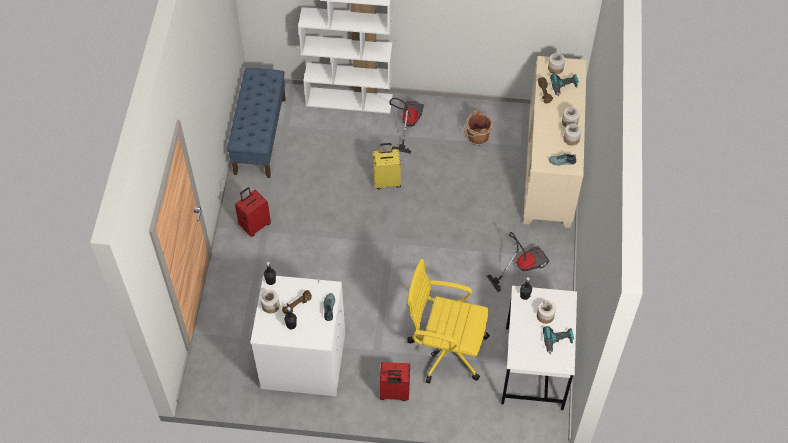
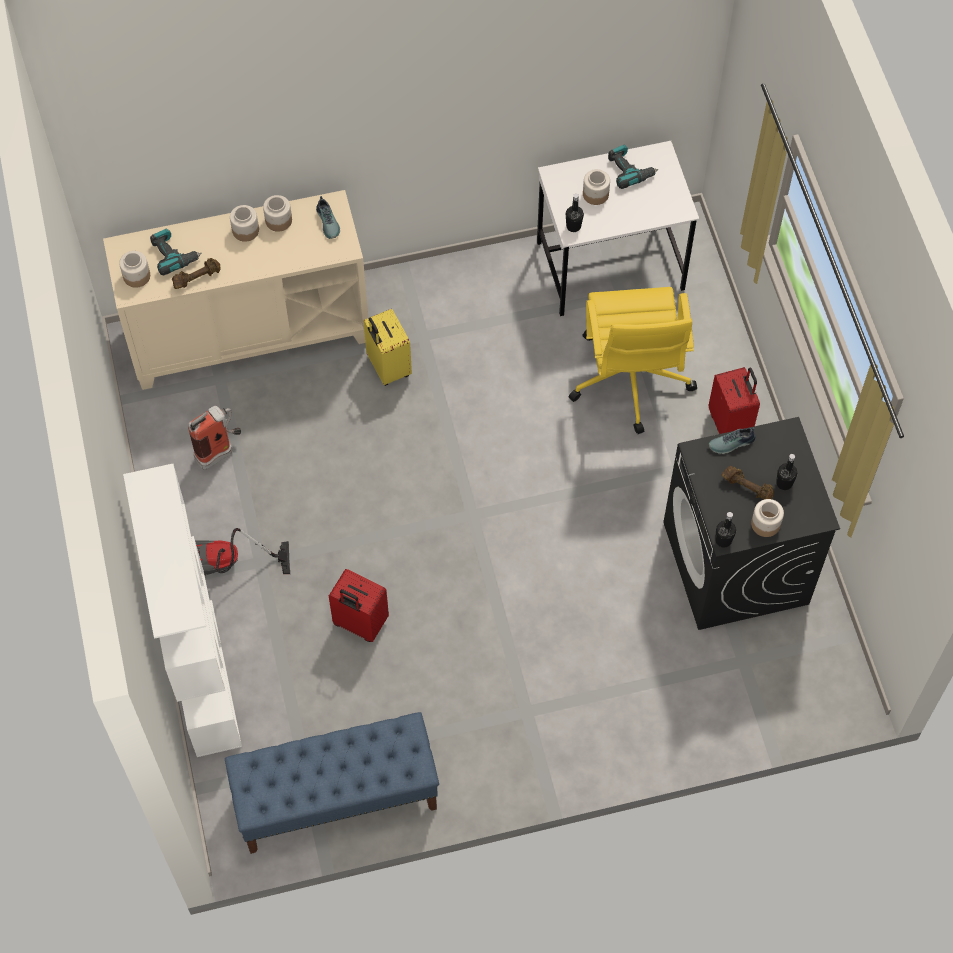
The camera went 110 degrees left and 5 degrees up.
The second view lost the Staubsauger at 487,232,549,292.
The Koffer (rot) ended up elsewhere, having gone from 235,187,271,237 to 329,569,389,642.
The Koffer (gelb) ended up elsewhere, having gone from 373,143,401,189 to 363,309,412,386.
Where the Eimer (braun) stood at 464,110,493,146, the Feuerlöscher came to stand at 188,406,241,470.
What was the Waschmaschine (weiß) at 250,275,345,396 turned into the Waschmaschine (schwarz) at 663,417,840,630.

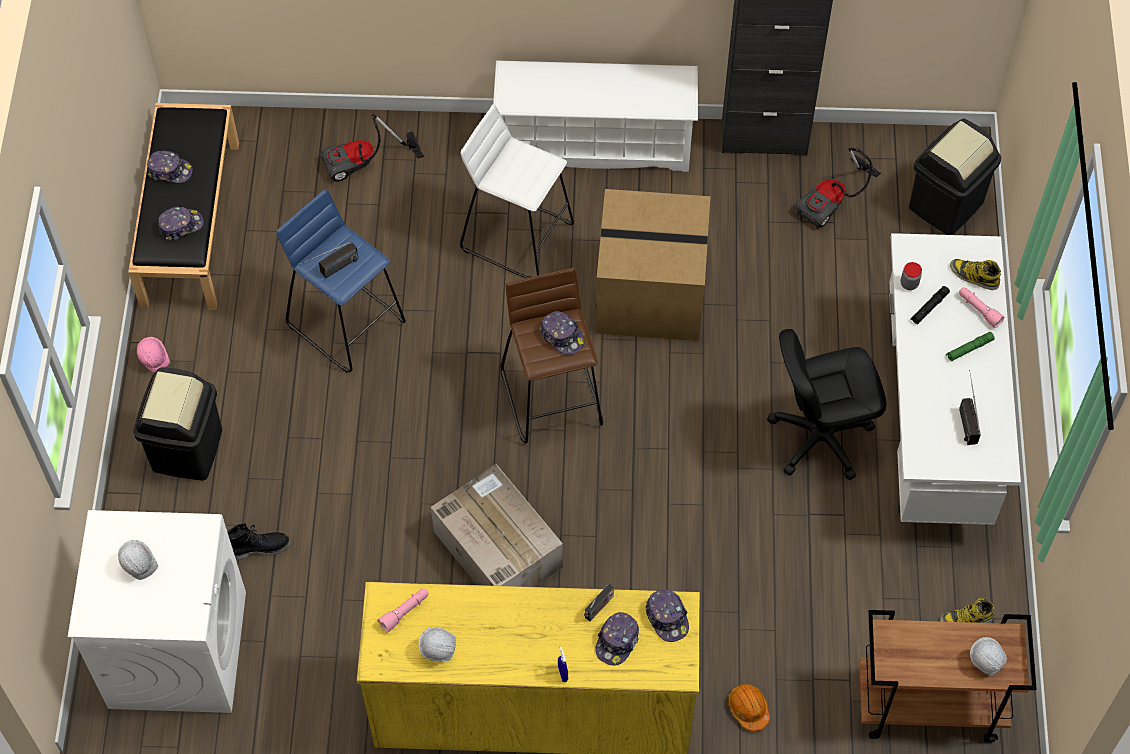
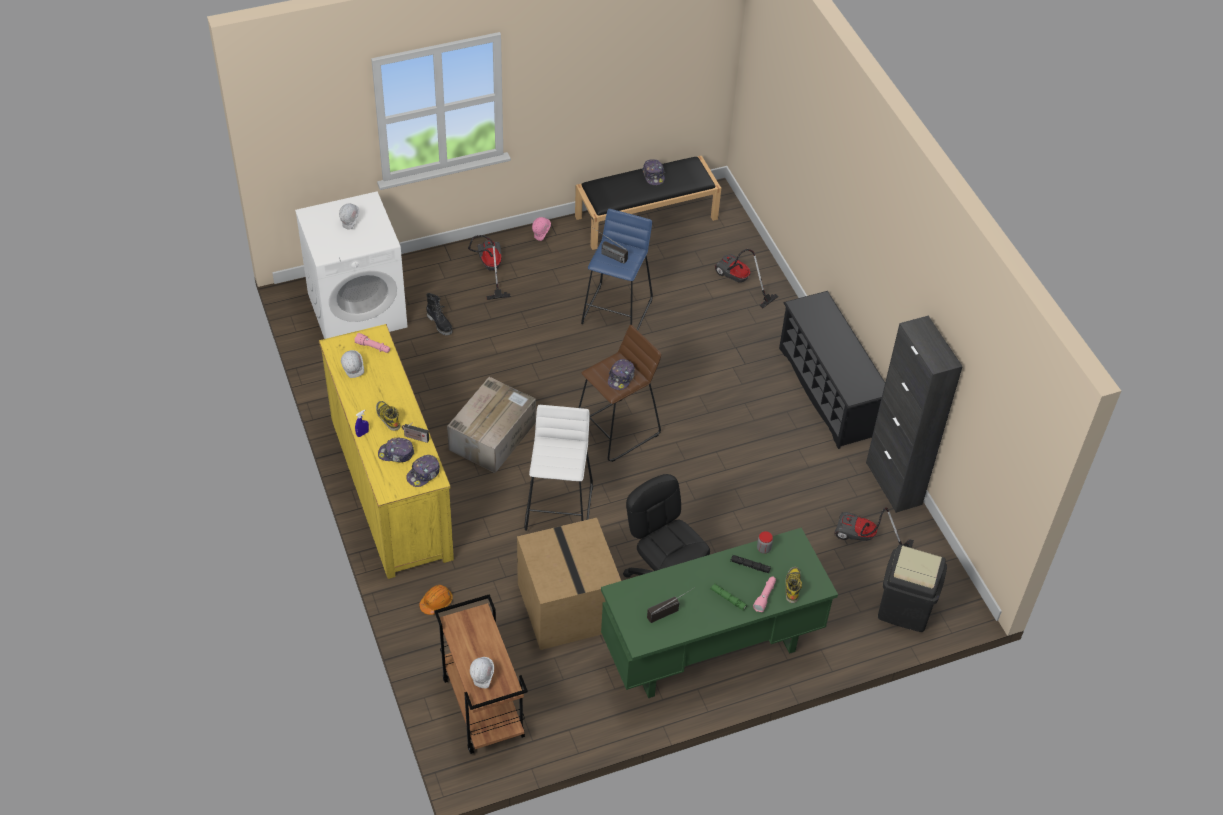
The camera went 65 degrees right and 10 degrees down.
The second view lost the Kappe at 158,206,204,241.
The Hocker (weiß) ended up elsewhere, having gone from 460,104,574,278 to 524,405,593,531.
The Karton ended up elsewhere, having gone from 595,189,710,341 to 517,518,621,650.
The Stiefel ended up elsewhere, having gone from 940,598,994,623 to 376,401,400,431.
Where the Mülleimer (schwarz) stood at 133,367,222,481, the Staubsauger came to stand at 468,235,511,300.
What was the Schuhregal (weiß) at 493,61,698,172 turned into the Schuhregal (schwarz) at 779,291,885,449.
What was the Schreibtisch (weiß) at 889,233,1021,525 turned into the Schreibtisch (grün) at 601,528,838,698.

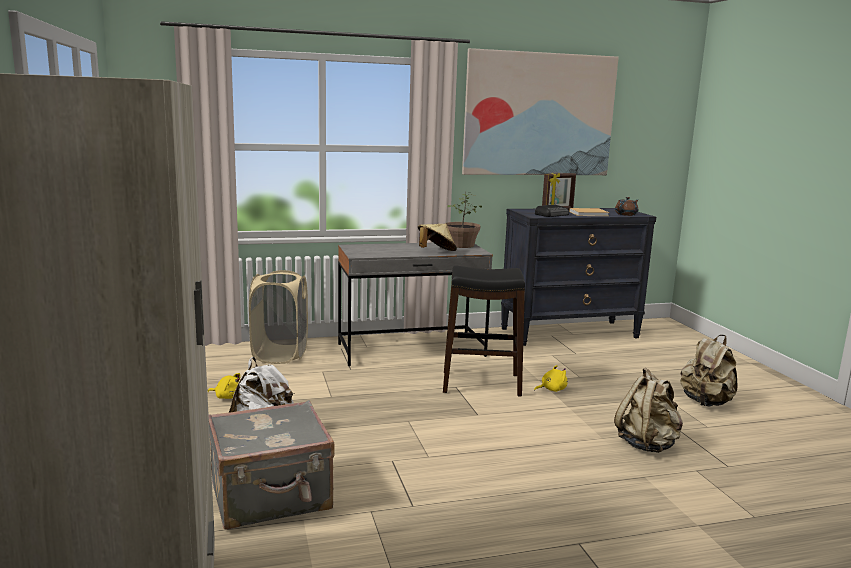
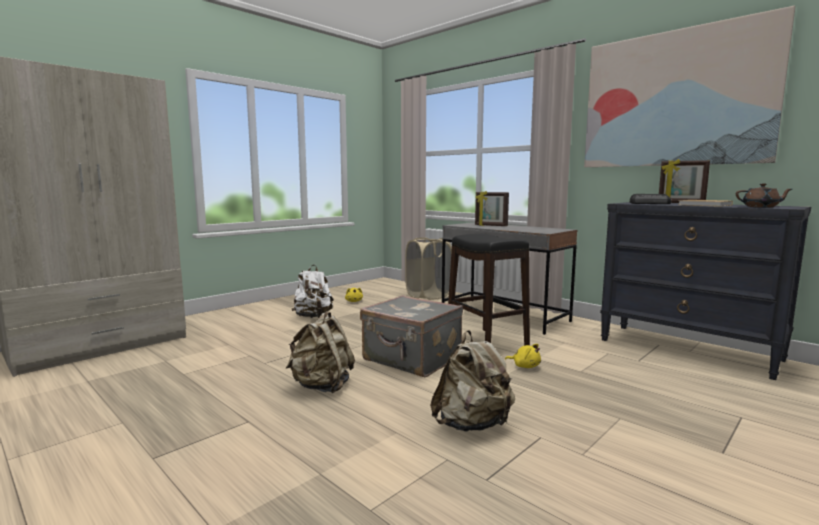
The camera went 60 degrees right and 5 degrees down.
The second view lost the Hut (beige) at 418,224,457,251.
The second view lost the Topfpflanze at 445,191,482,248.
The second view gained the Bilderrahmen at 475,191,509,226.
The Koffer (grau) ended up elsewhere, having gone from 208,400,335,530 to 360,295,463,377.
The Rucksack (beige) ended up elsewhere, having gone from 680,335,737,407 to 286,311,355,393.

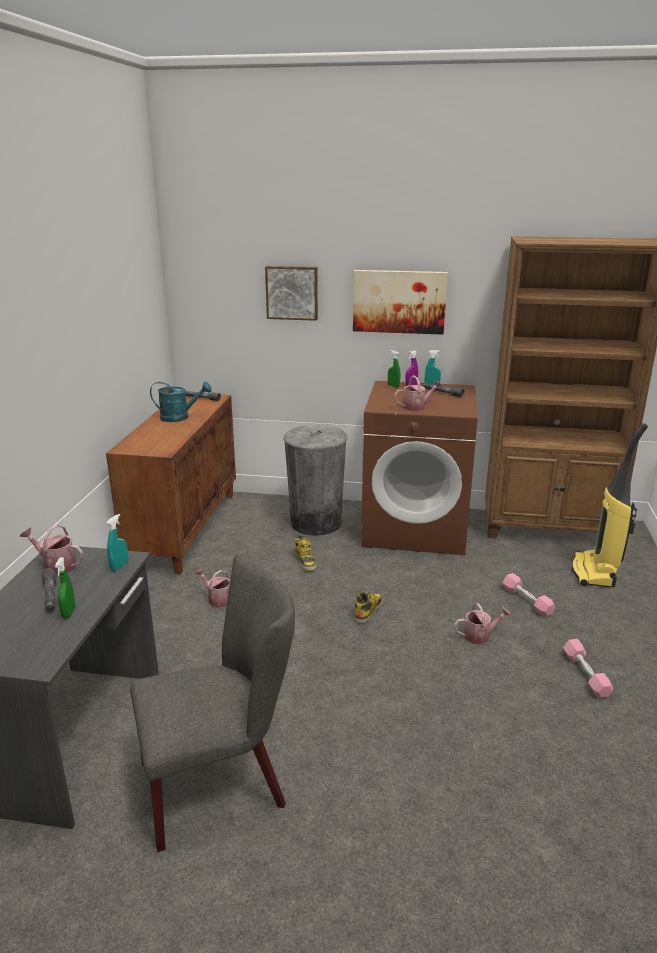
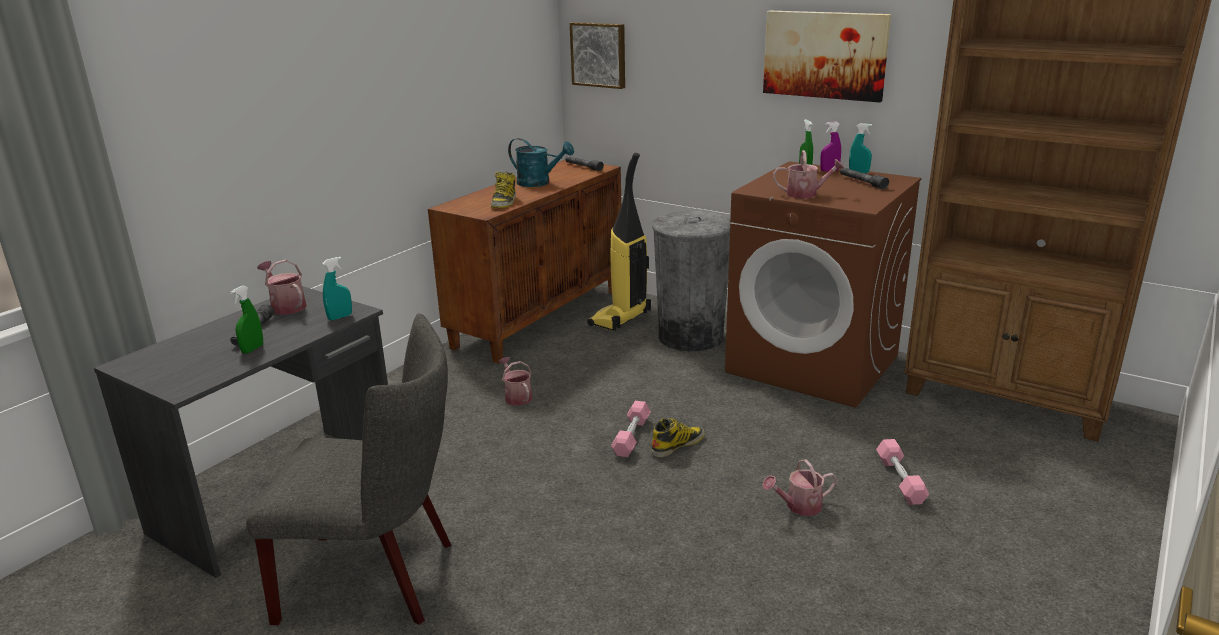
The camera went 25 degrees right and 0 degrees up.
The Bild ended up elsewhere, having gone from 265,266,318,321 to 570,22,625,89.
The Stiefel ended up elsewhere, having gone from 294,536,317,571 to 491,172,516,208.
The Hantel (rosa) ended up elsewhere, having gone from 563,639,613,698 to 611,401,651,457.
The Staubsauger ended up elsewhere, having gone from 572,423,648,587 to 587,153,651,331.
The Gießkanne at 454,603,511,644 ended up facing another way, 150 degrees clockwise from before.

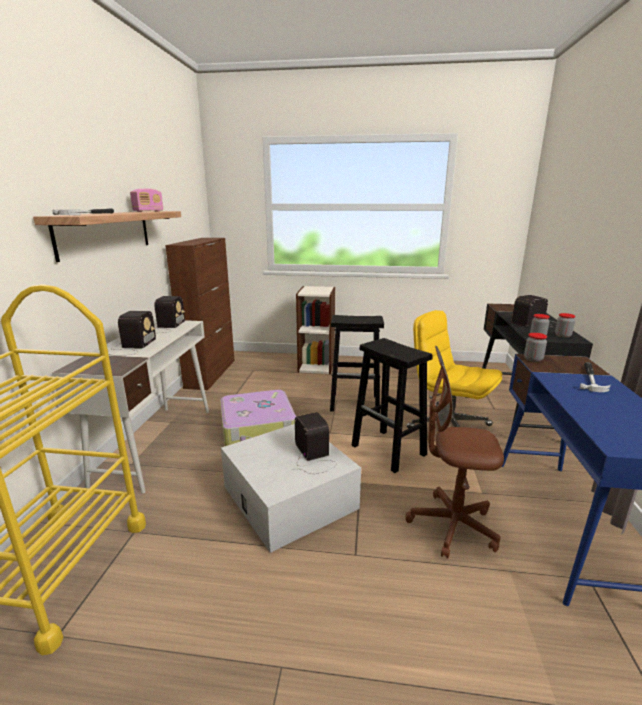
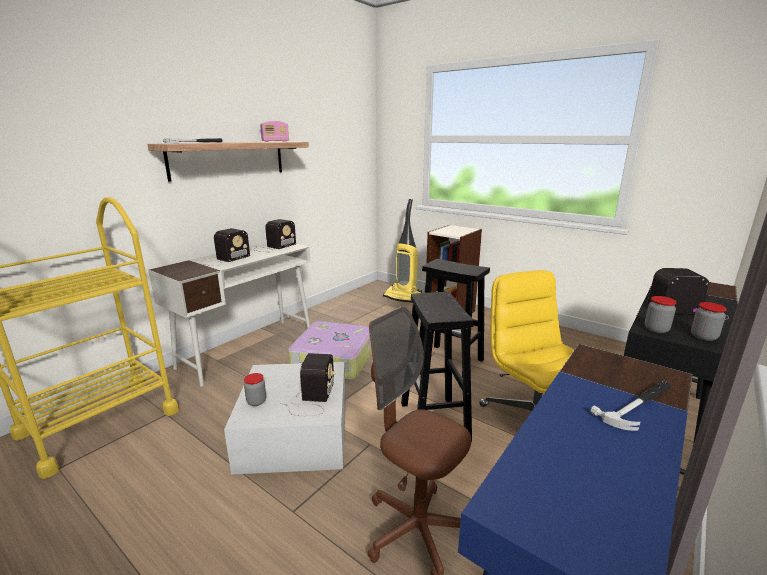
The camera went 30 degrees right and 0 degrees up.
The second view lost the Schrank (braun) at 165,238,235,390.
The second view gained the Staubsauger at 383,199,422,303.
The Vorratsglas ended up elsewhere, having gone from 524,333,547,362 to 244,373,266,406.

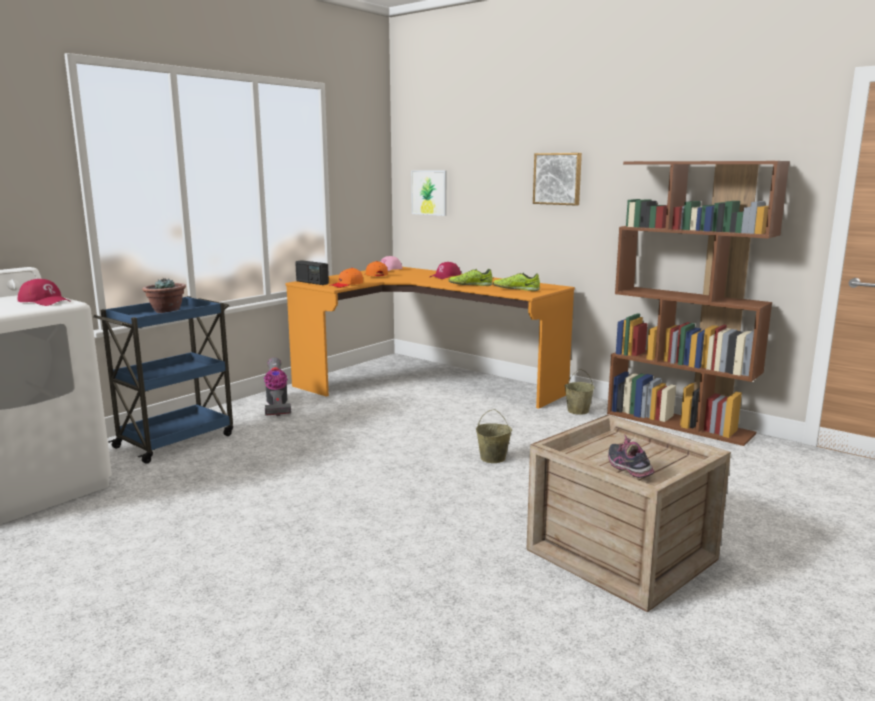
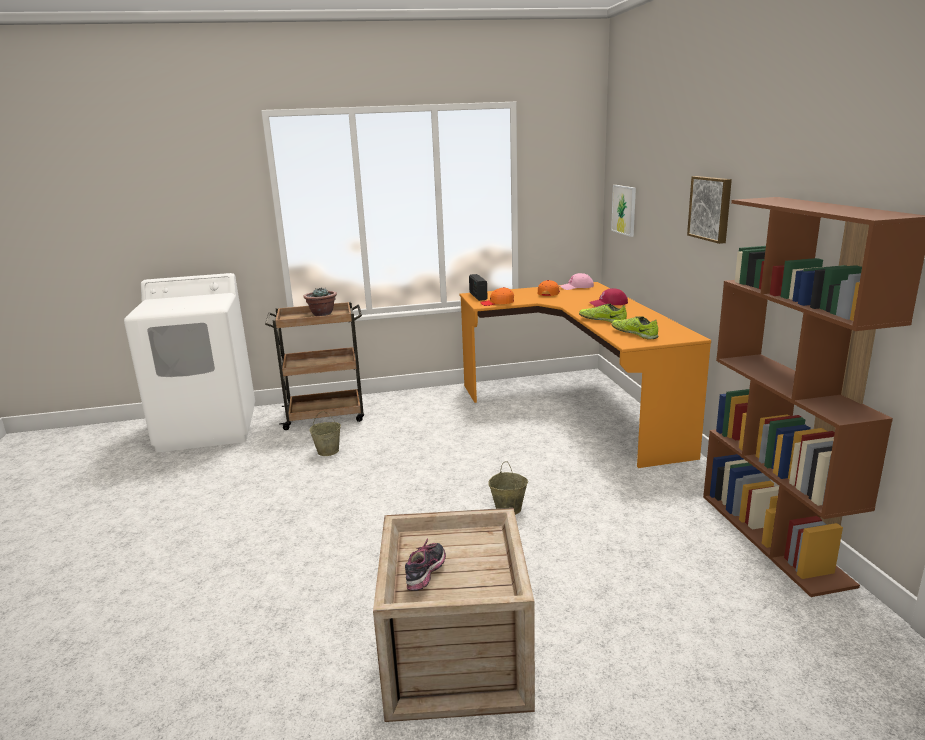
The camera went 40 degrees right and 5 degrees up.
The second view lost the Kappe (rot) at 17,279,71,306.
The second view lost the Staubsauger at 264,358,291,416.
The Eimer (beige) ended up elsewhere, having gone from 565,369,595,415 to 309,411,341,456.
What was the Rollwagen (blau) at 93,296,233,464 turned into the Rollwagen (braun) at 265,302,364,430.

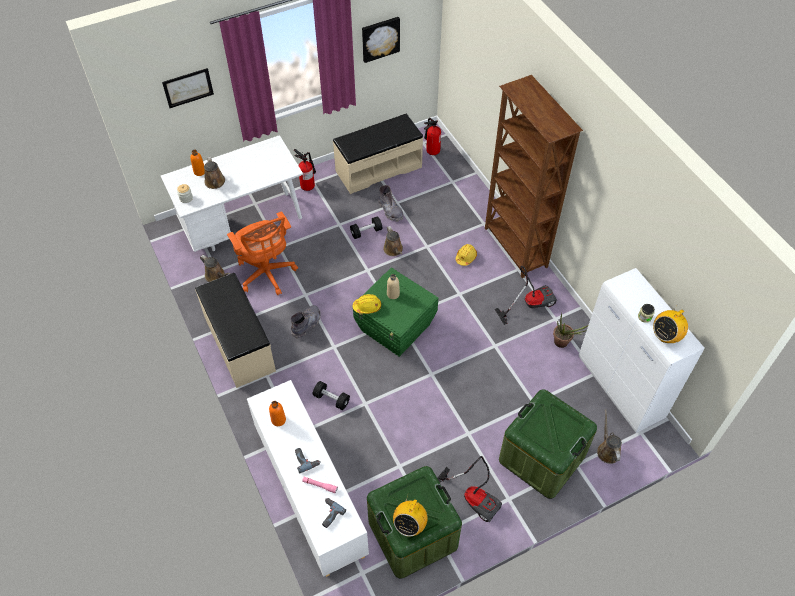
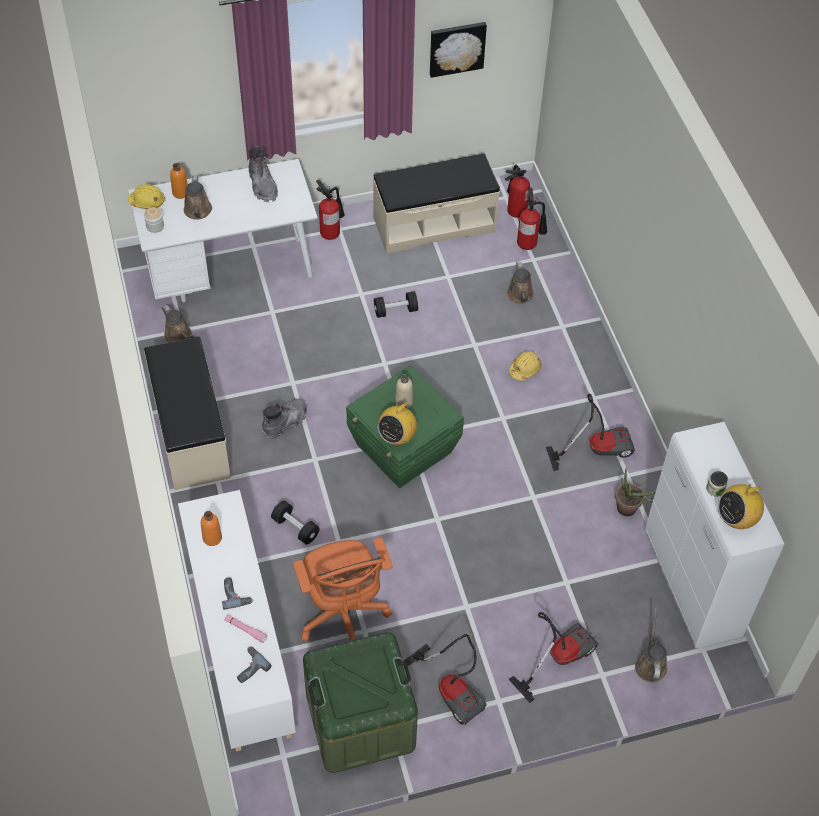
The camera went 10 degrees right and 0 degrees up.
The second view lost the Bild at 162,68,214,108.
The second view lost the Bücherregal (braun) at 485,75,583,278.
The second view gained the Feuerlöscher at 517,187,547,250.
The Bürostuhl (orange) ended up elsewhere, having gone from 227,211,298,295 to 293,537,393,641.
The Schutzhelm (gelb) ended up elsewhere, having gone from 353,294,381,314 to 128,184,165,209.
The Stiefel (grau) ended up elsewhere, having gone from 378,185,403,222 to 248,146,278,202.
The Gießkanne (braun) ended up elsewhere, having gone from 383,226,403,256 to 507,262,534,304.
The Radio ended up elsewhere, having gone from 393,496,428,537 to 378,397,417,445.
Where the Aufbewahrungsbox (grün) stood at 499,389,597,499, the Staubsauger came to stand at 508,612,599,703.

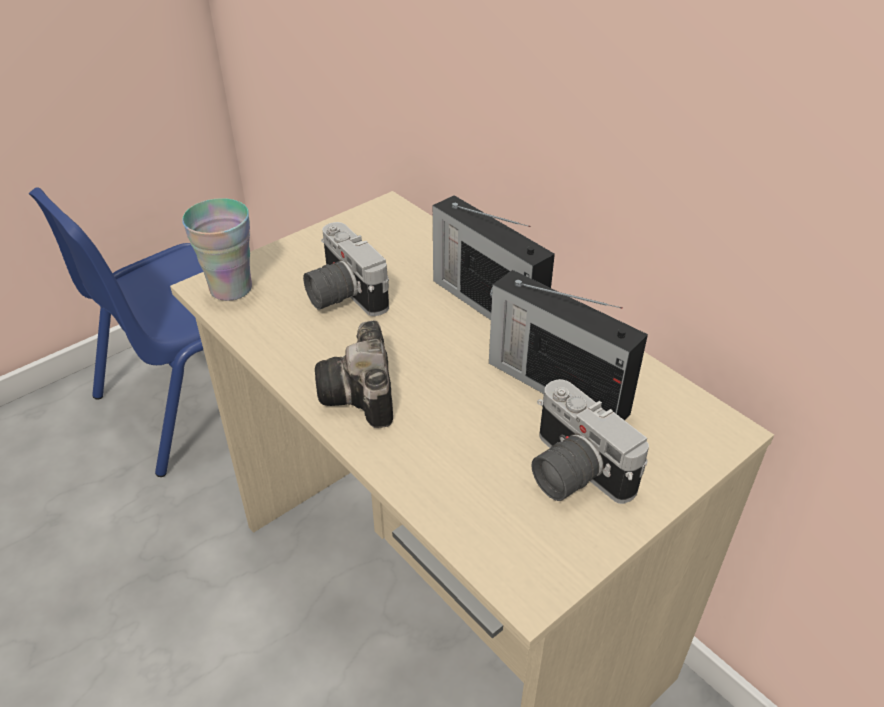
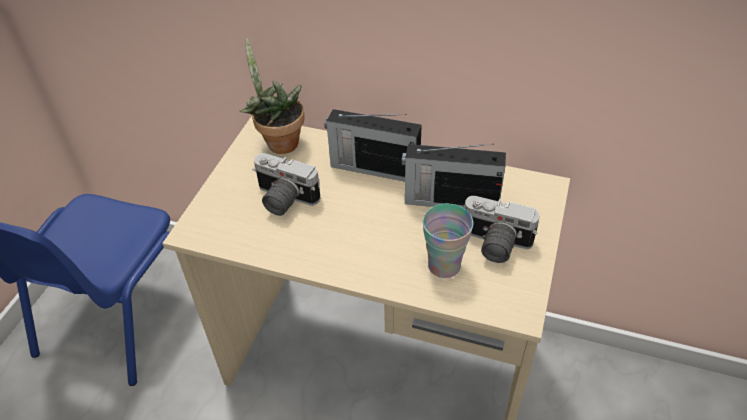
The camera went 30 degrees left and 5 degrees up.
The second view lost the Kamera at 315,320,393,428.
The second view gained the Topfpflanze at 240,38,305,154.
The Tasse ended up elsewhere, having gone from 182,198,252,301 to 423,204,473,278.

